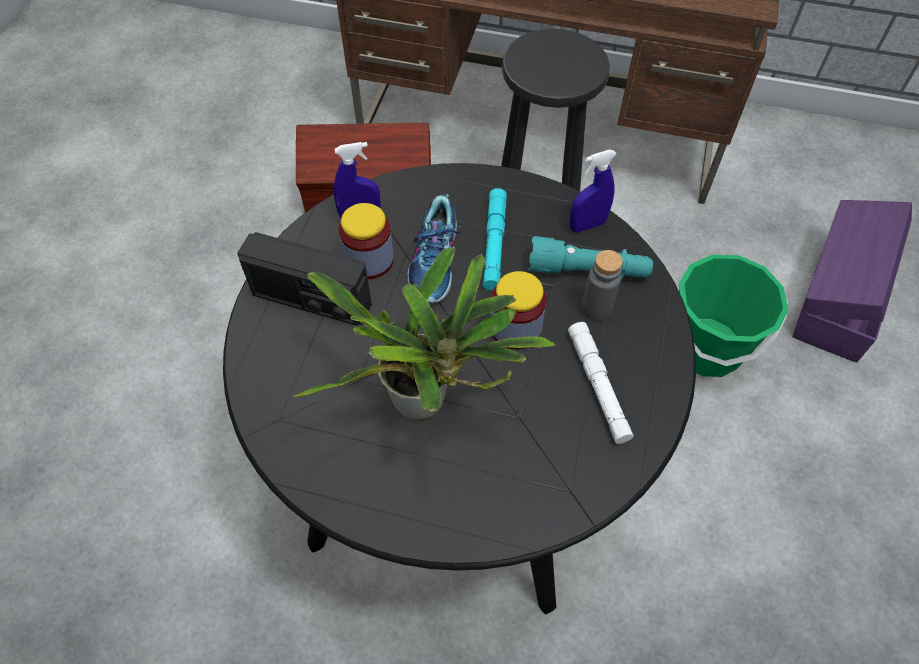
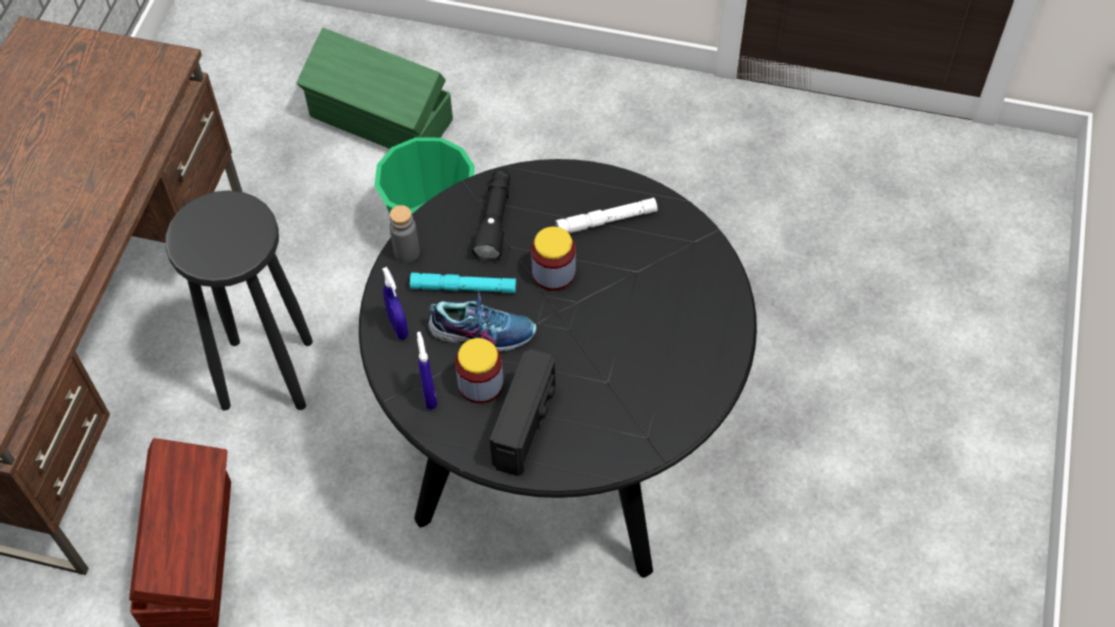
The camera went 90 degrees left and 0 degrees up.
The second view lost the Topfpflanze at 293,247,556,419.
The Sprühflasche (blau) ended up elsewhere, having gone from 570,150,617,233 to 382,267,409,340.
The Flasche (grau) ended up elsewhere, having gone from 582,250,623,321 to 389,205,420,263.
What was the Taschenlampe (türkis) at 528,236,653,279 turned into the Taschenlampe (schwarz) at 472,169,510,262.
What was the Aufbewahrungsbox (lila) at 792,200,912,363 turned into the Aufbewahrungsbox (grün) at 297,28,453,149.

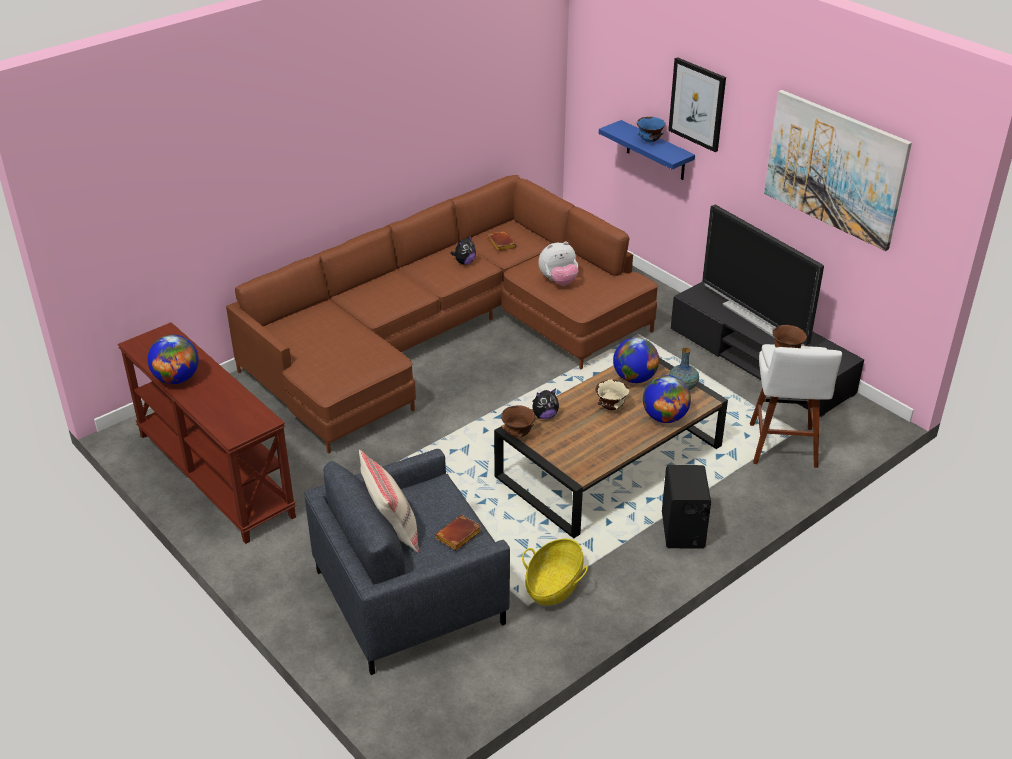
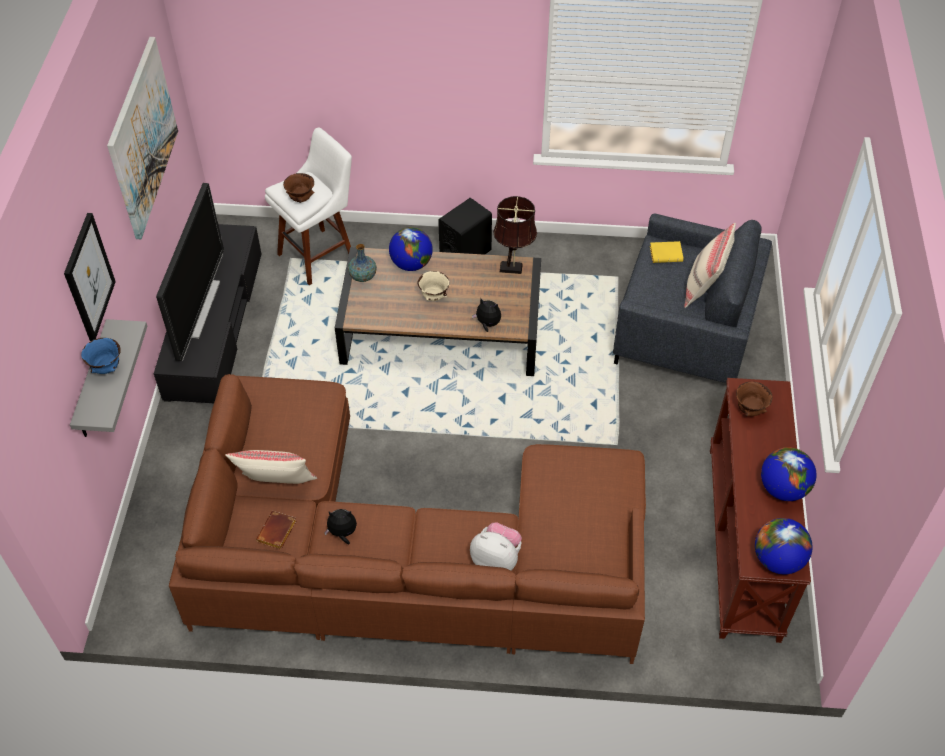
The camera went 135 degrees left and 15 degrees up.
The second view lost the Korb at 522,539,588,606.
The second view gained the Kissen (beige) at 225,450,317,484.
The second view gained the Tischlampe (braun) at 493,196,537,274.
The Schüssel (braun) ended up elsewhere, having gone from 501,405,535,438 to 736,381,773,416.
The Plüschtier ended up elsewhere, having gone from 538,242,579,285 to 470,522,522,571.
The Globus ended up elsewhere, having gone from 613,337,659,383 to 755,518,813,574.
What was the Buch (braun) at 435,515,482,550 turned into the Buch (gelb) at 650,241,683,263.
What was the Wandregal (blau) at 599,120,695,180 turned into the Wandregal (grau) at 70,319,147,437.

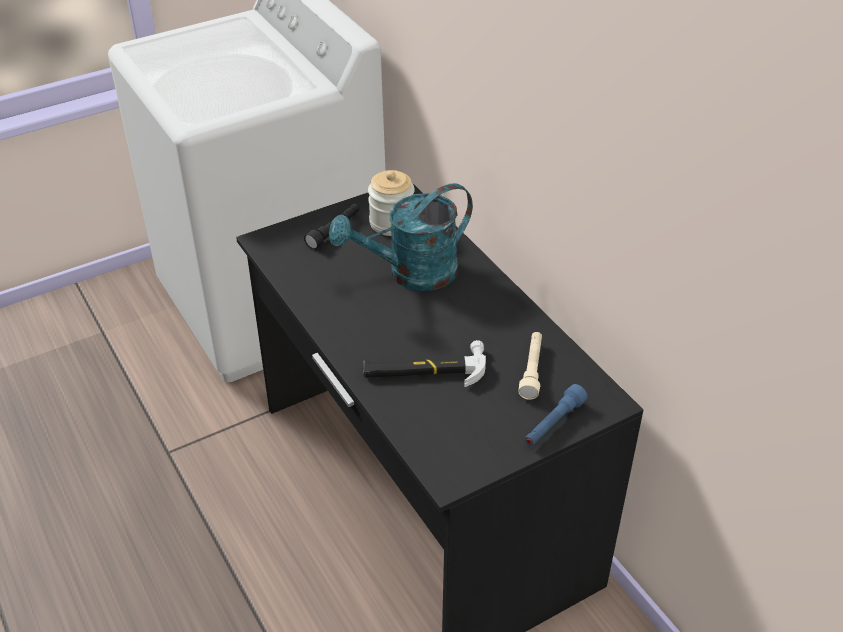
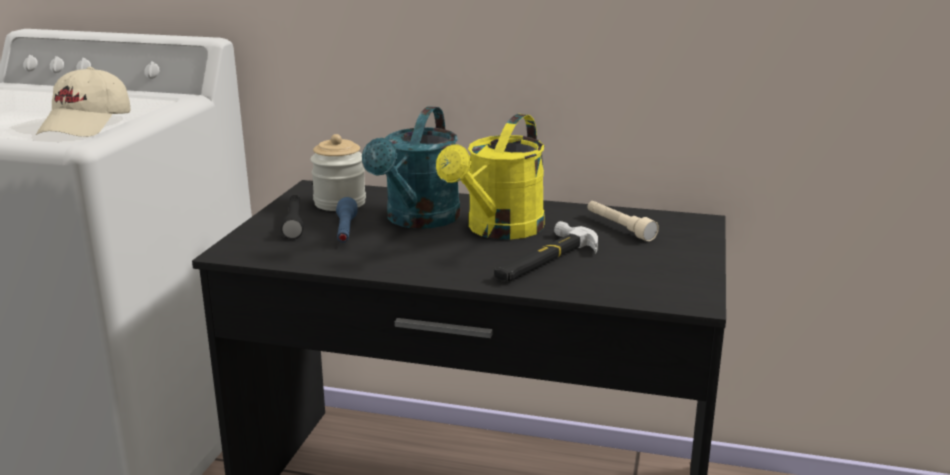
The camera went 45 degrees left and 20 degrees down.
The second view gained the Kappe (beige) at 36,67,131,137.
The second view gained the Gießkanne (gelb) at 436,114,544,240.
The Taschenlampe (blau) ended up elsewhere, having gone from 525,384,587,446 to 336,197,358,243.

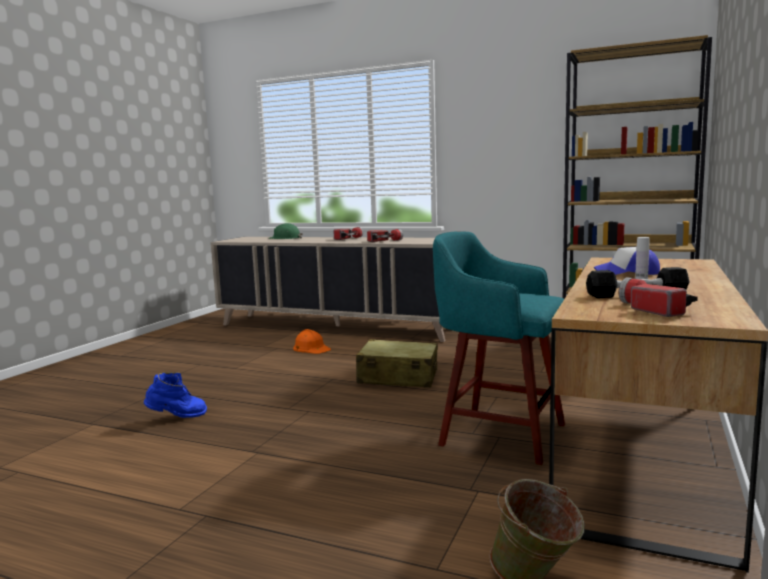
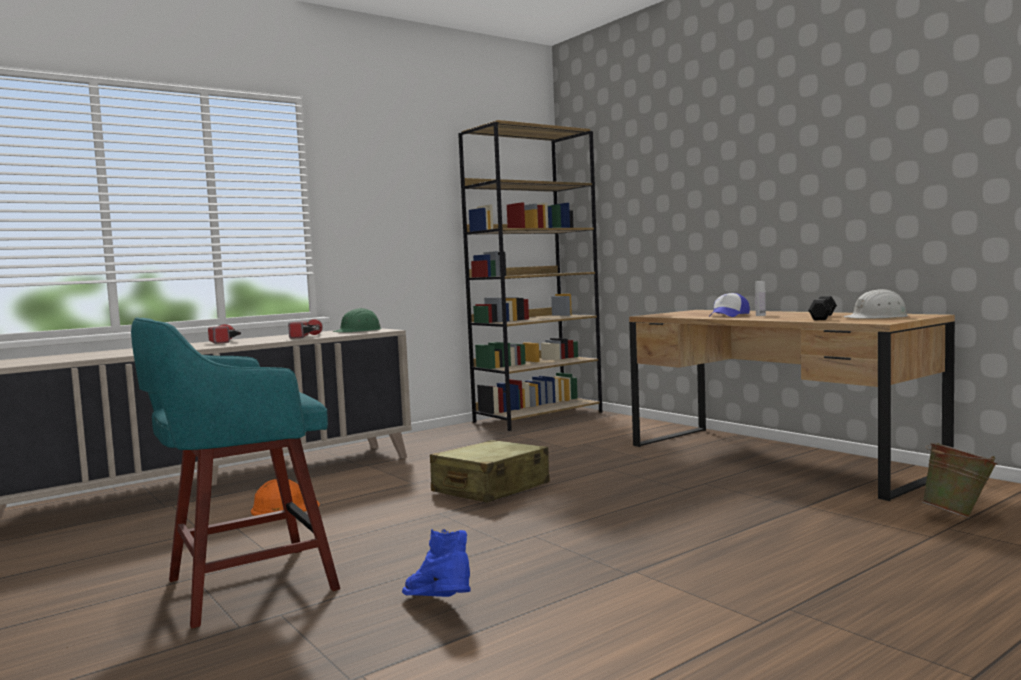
The camera went 60 degrees left and 5 degrees down.
The Schutzhelm (grün) ended up elsewhere, having gone from 268,223,303,239 to 333,308,381,333.
The Hocker (türkis) ended up elsewhere, having gone from 433,231,565,465 to 131,318,340,628.
Where the Taschenlampe stood at 619,277,698,317, the Schutzhelm (weiß) came to stand at 843,289,908,319.
The Stiefel (blau) at 144,372,207,418 ended up facing another way, 45 degrees counterclockwise from before.

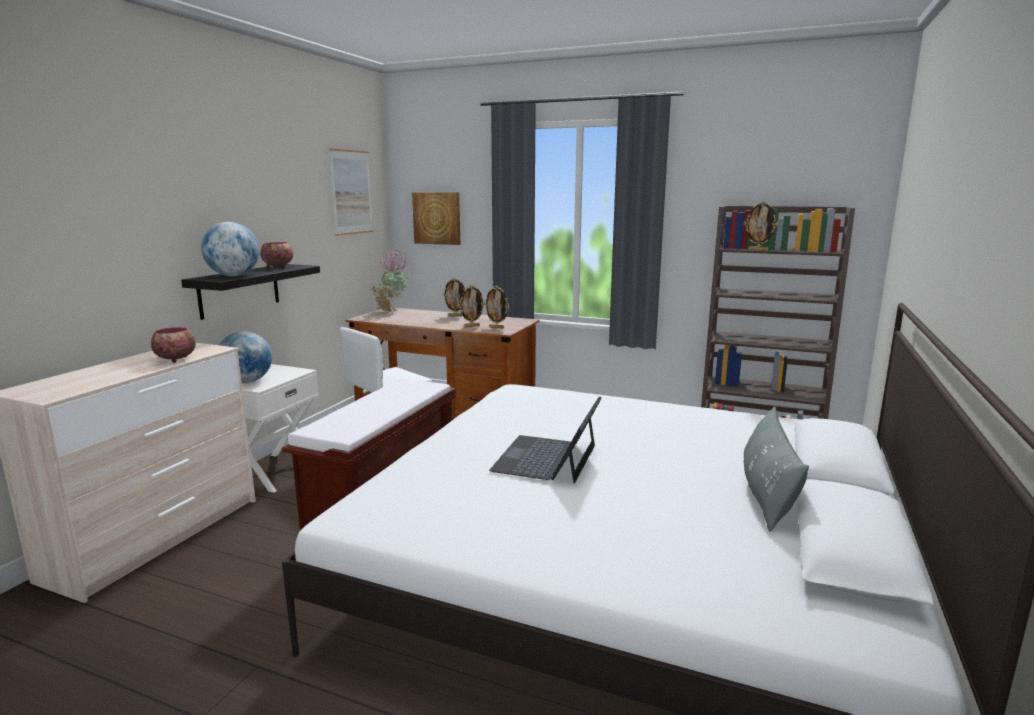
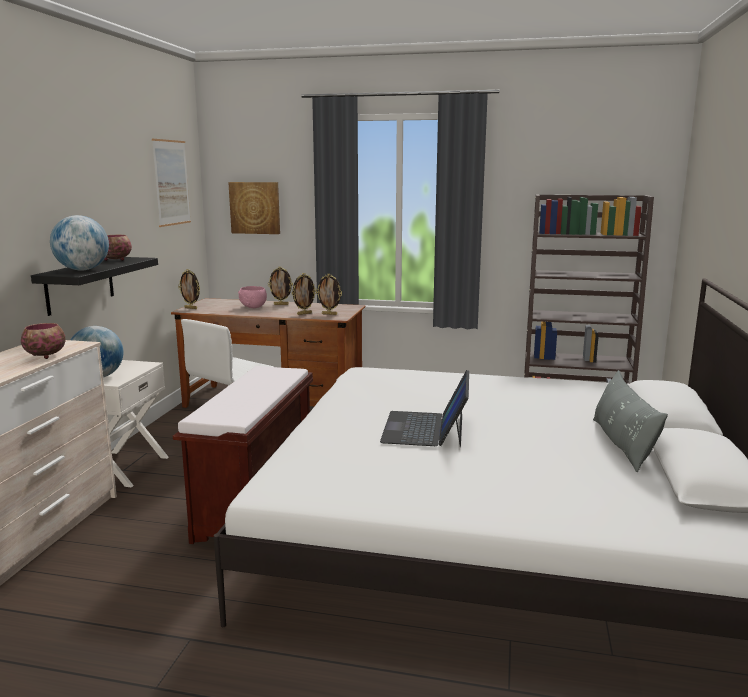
The camera went 10 degrees left and 0 degrees up.
The second view lost the Topfpflanze at 369,249,409,312.
The second view gained the Schüssel (rosa) at 238,286,267,308.
The Bilderrahmen ended up elsewhere, having gone from 744,201,778,251 to 178,269,200,309.

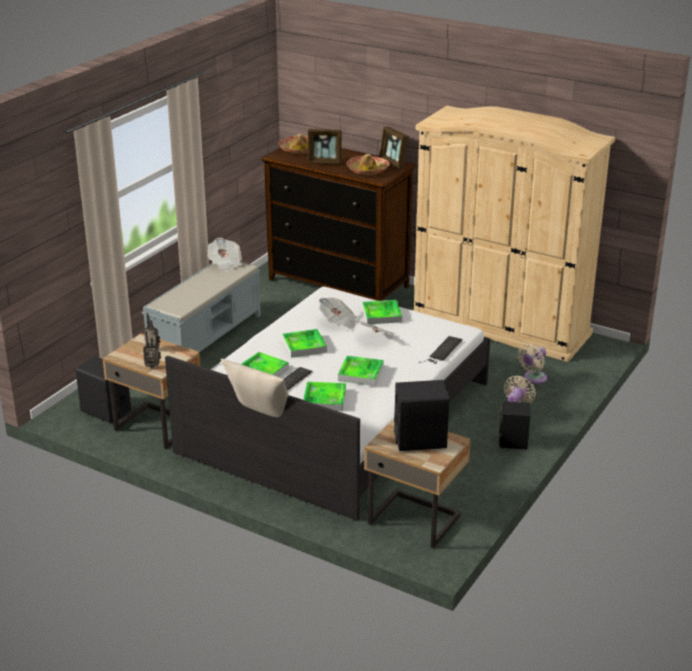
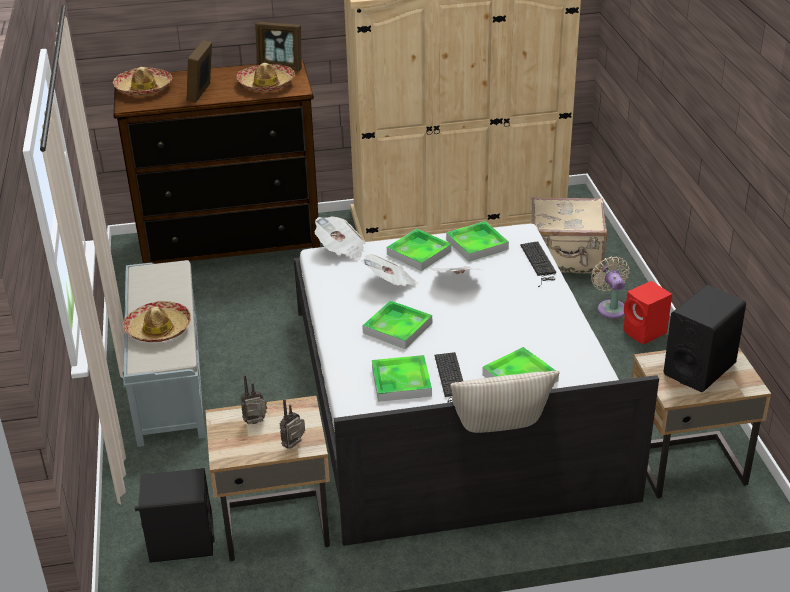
The camera went 40 degrees left and 5 degrees up.
The second view gained the Hut at 123,301,191,342.
The Zeitung ended up elsewhere, having gone from 207,238,242,272 to 315,216,365,260.
The Tablett ended up elsewhere, having gone from 338,356,384,386 to 446,221,509,261.
Where the Ventilator (beige) stood at 518,343,547,384, the Koffer (beige) came to stand at 531,197,607,274.
What was the Lautsprecher (schwarz) at 499,401,530,449 turned into the Lautsprecher (rot) at 623,281,672,344.
The Bilderrahmen at 308,129,342,164 ended up facing another way, 135 degrees clockwise from before.

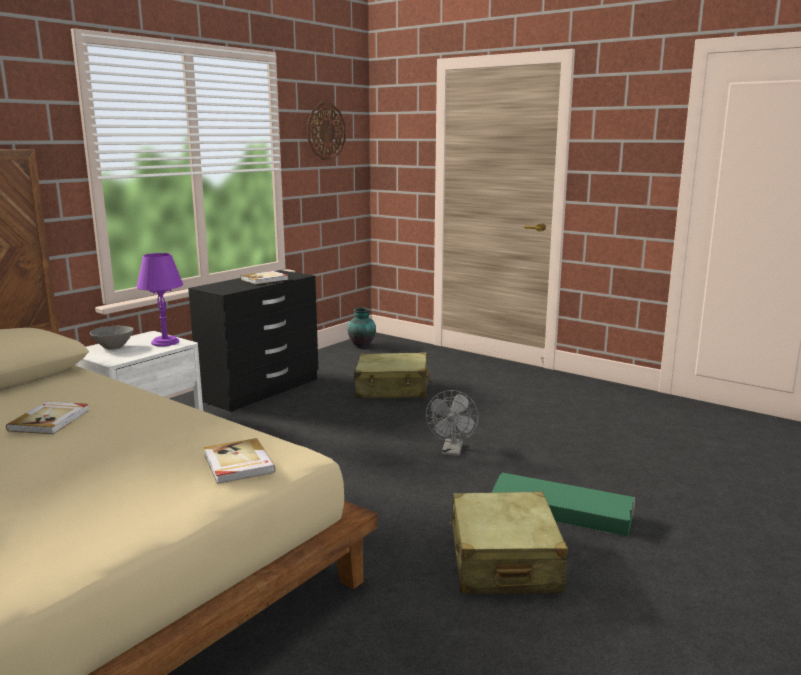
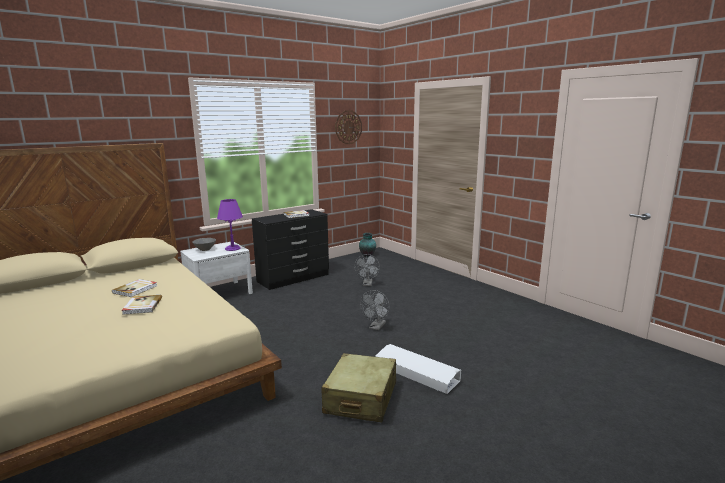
The camera went 15 degrees right and 0 degrees up.
The Buch ended up elsewhere, having gone from 204,438,276,484 to 121,295,162,315.
Where the Koffer (beige) stood at 354,352,432,399, the Ventilator (grau) came to stand at 354,254,380,286.
What was the Aufbewahrungsbox (grün) at 491,473,635,536 turned into the Aufbewahrungsbox (weiß) at 375,344,461,394.

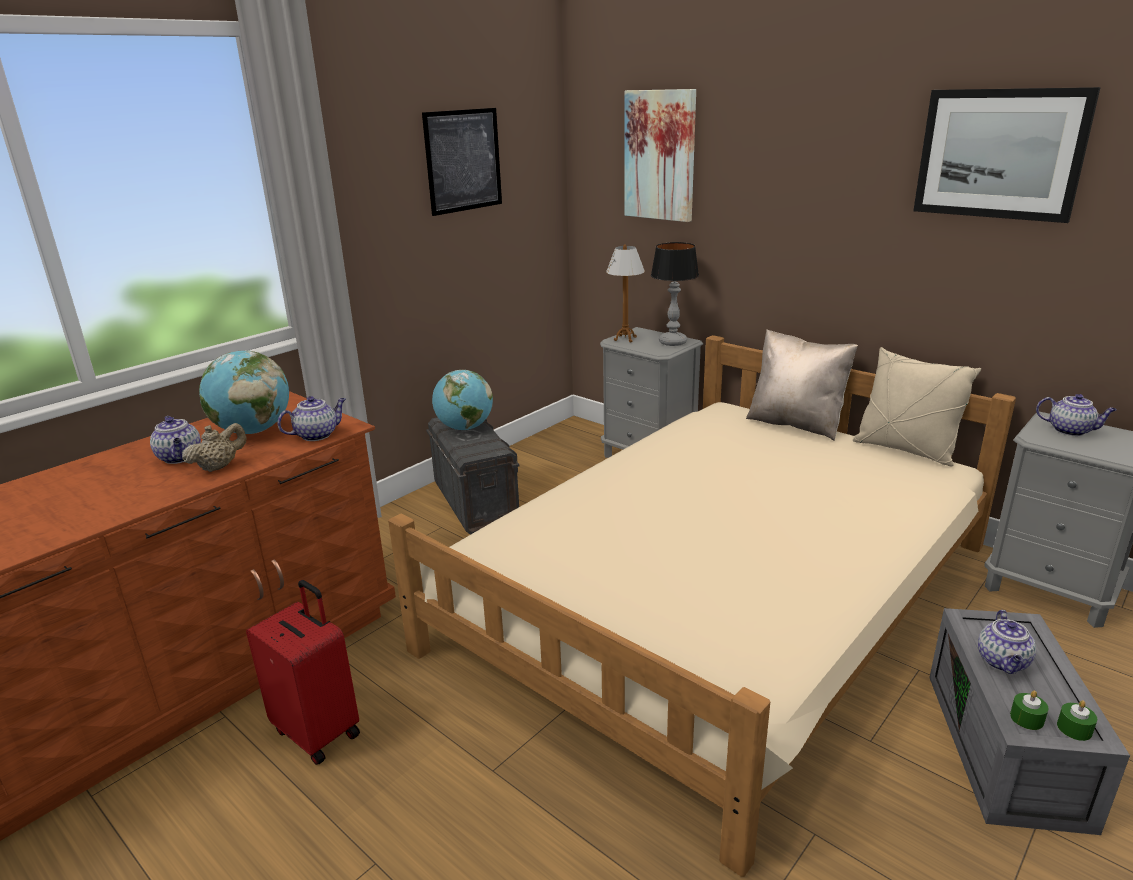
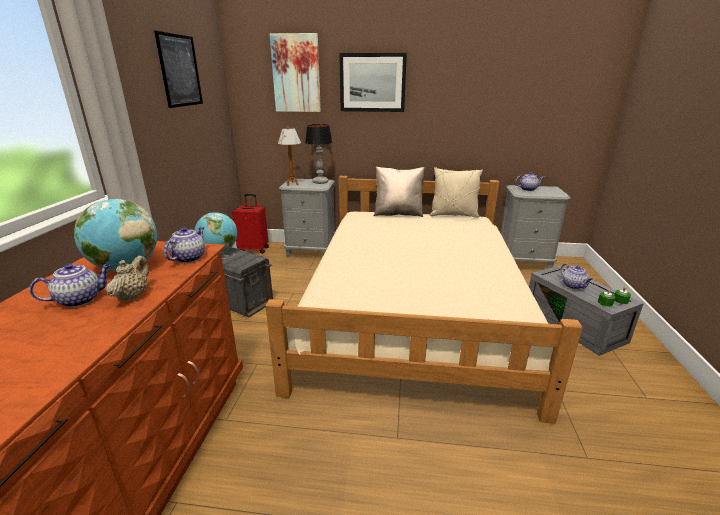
The camera went 35 degrees left and 0 degrees up.
The Koffer (rot) ended up elsewhere, having gone from 246,580,360,765 to 232,194,269,254.
The Bild ended up elsewhere, having gone from 913,87,1101,223 to 339,53,407,112.
The Teekanne at 150,416,201,464 ended up facing another way, 60 degrees counterclockwise from before.

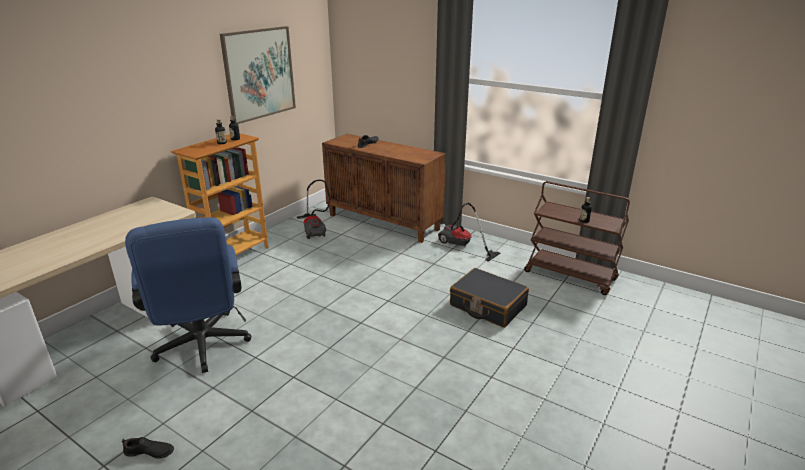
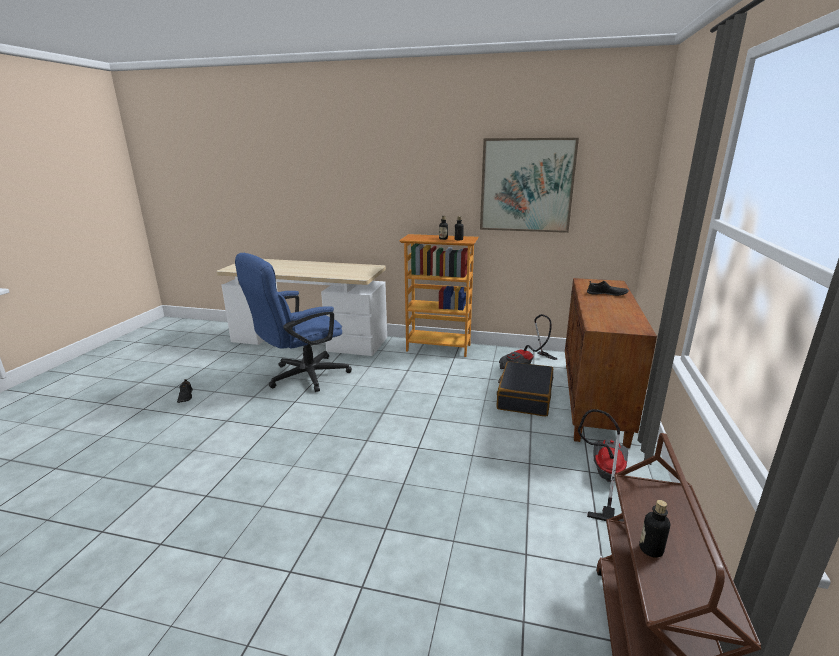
The camera went 70 degrees right and 5 degrees down.
The Koffer (schwarz) ended up elsewhere, having gone from 450,268,529,328 to 497,361,553,417.

